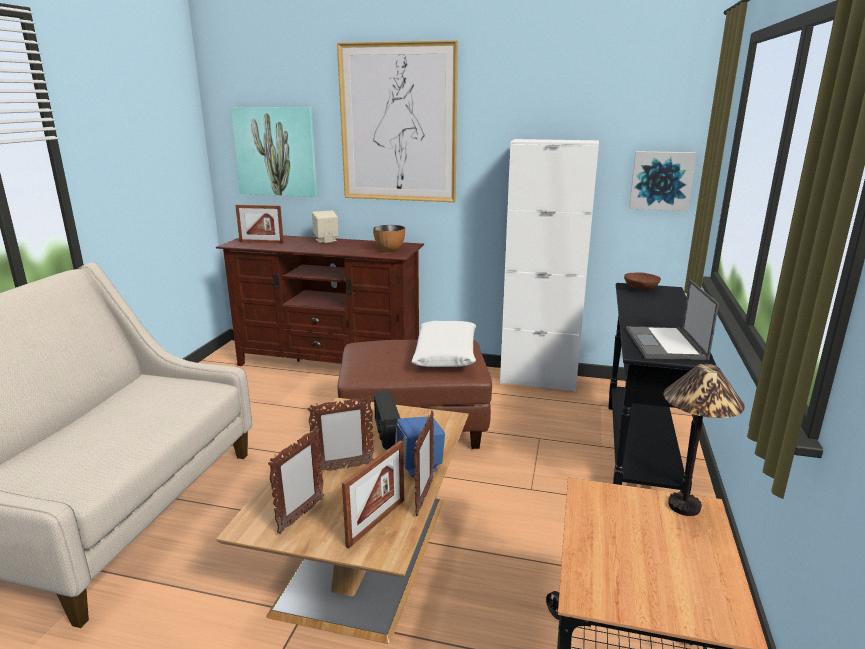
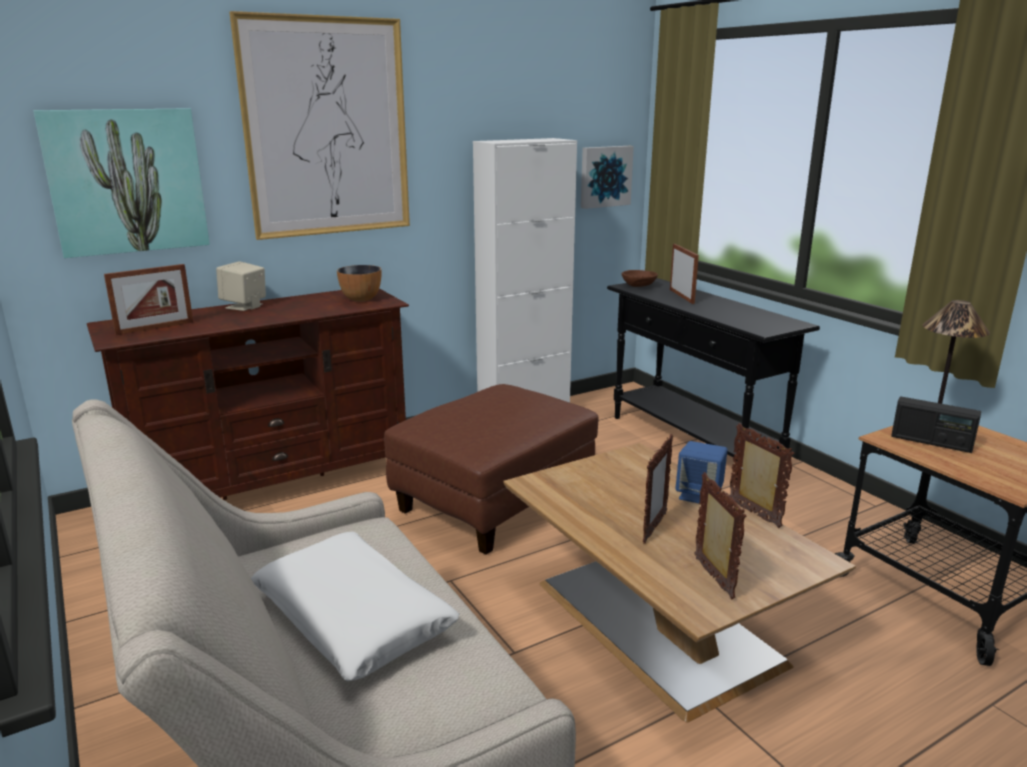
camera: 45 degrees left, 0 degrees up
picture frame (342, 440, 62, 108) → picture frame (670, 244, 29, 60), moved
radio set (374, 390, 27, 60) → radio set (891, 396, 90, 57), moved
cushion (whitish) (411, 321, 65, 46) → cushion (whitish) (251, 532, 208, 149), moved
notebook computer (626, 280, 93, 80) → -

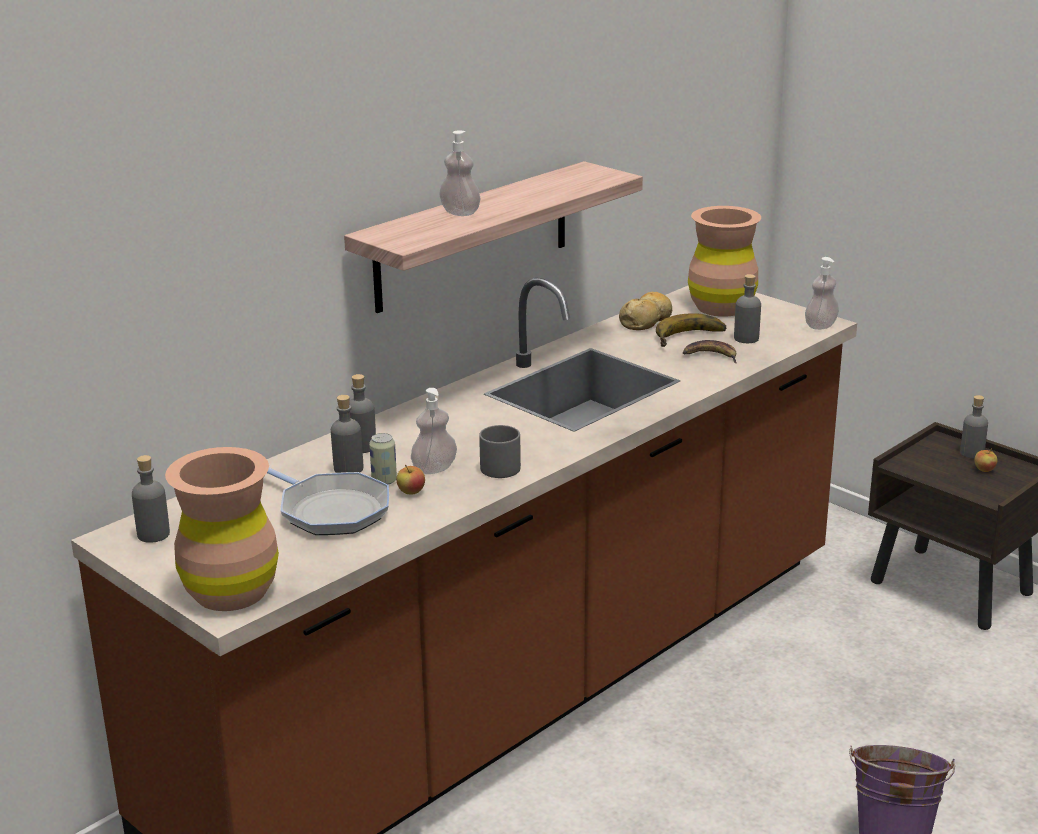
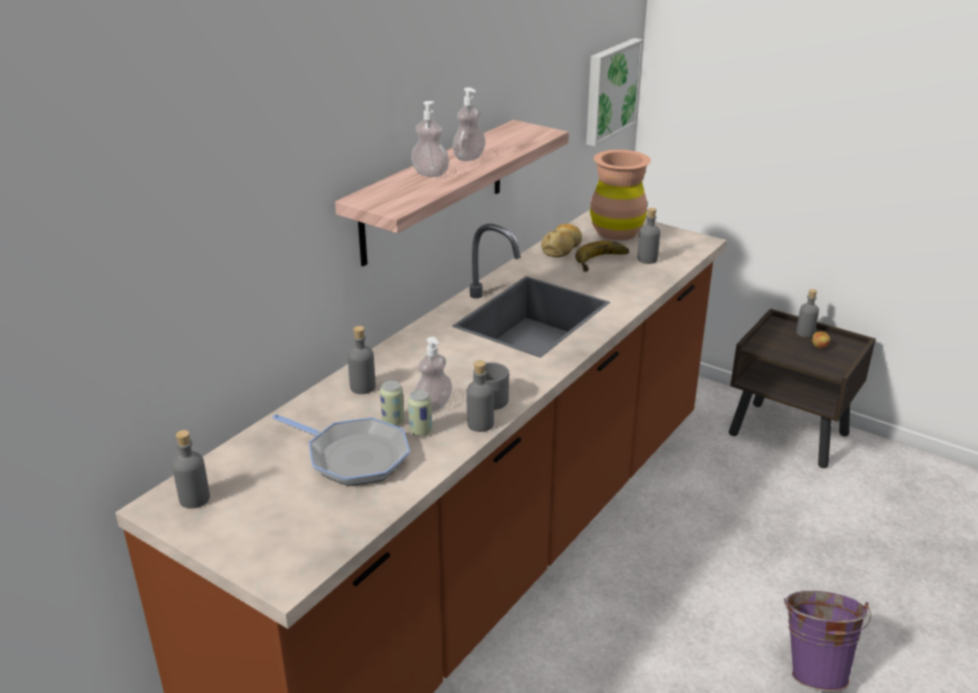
camera: 10 degrees left, 5 degrees up
flower vase (brownish) (165, 447, 114, 164) → -
bottle (greyish) (331, 395, 33, 78) → bottle (greyish) (466, 360, 28, 72), moved
whole apple (396, 465, 29, 29) → can (408, 390, 24, 46)
banana (683, 340, 54, 23) → -
liquid soap bottle (805, 257, 34, 73) → liquid soap bottle (453, 87, 33, 74), moved
- → wall art (586, 38, 57, 108)

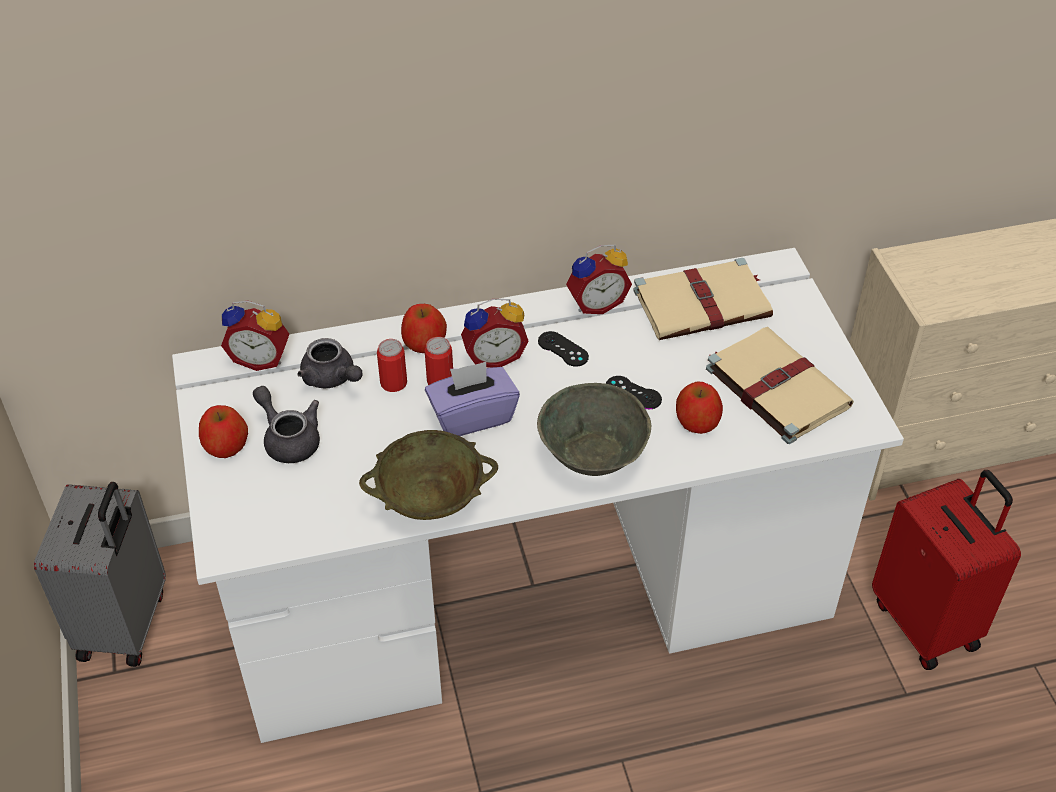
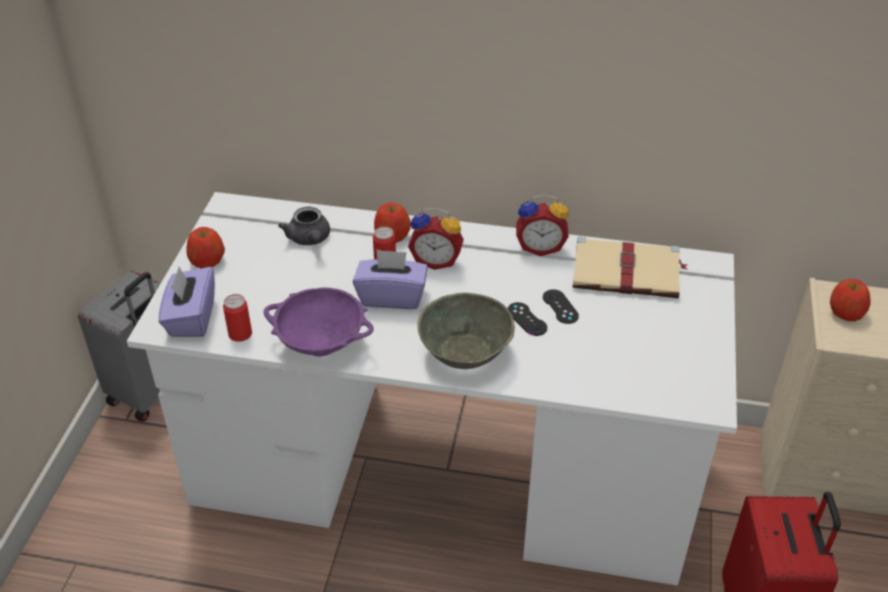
camera: 25 degrees right, 5 degrees down
bedside clock (221, 301, 68, 70) → -
teapot (greyish) (253, 386, 67, 77) → -
serving bowl (beige) (359, 430, 139, 90) → serving bowl (purple) (264, 287, 110, 69)
can (377, 339, 30, 53) → can (223, 294, 29, 48), moved
game controller (black) (538, 331, 51, 35) → game controller (black) (543, 289, 36, 35), moved
whole apple (676, 382, 47, 52) → whole apple (830, 279, 40, 42), moved
book (beige) (706, 327, 148, 117) → -
- → box of tissues (purple) (159, 267, 56, 70)

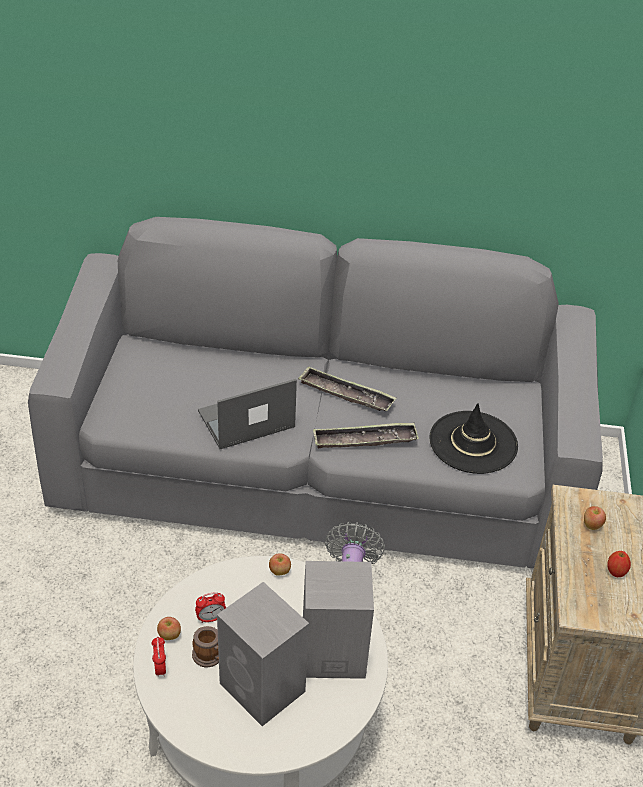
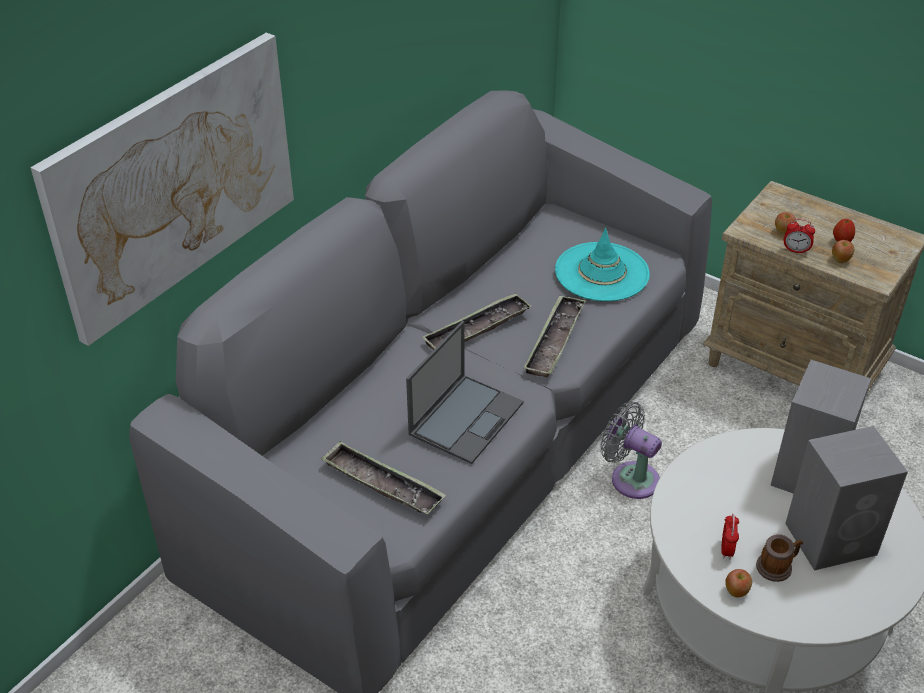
camera: 60 degrees left, 0 degrees up
bedside clock (151, 636, 15, 41) → bedside clock (784, 219, 31, 35), moved
notebook computer (198, 379, 99, 70) → notebook computer (406, 321, 118, 143), 150 degrees counterclockwise
whole apple (269, 553, 22, 23) → whole apple (832, 240, 22, 23), moved
hat (black) (429, 403, 89, 71) → hat (turquoise) (555, 228, 95, 73)
- → wall art (30, 33, 264, 313)
- → tray (321, 441, 125, 73)

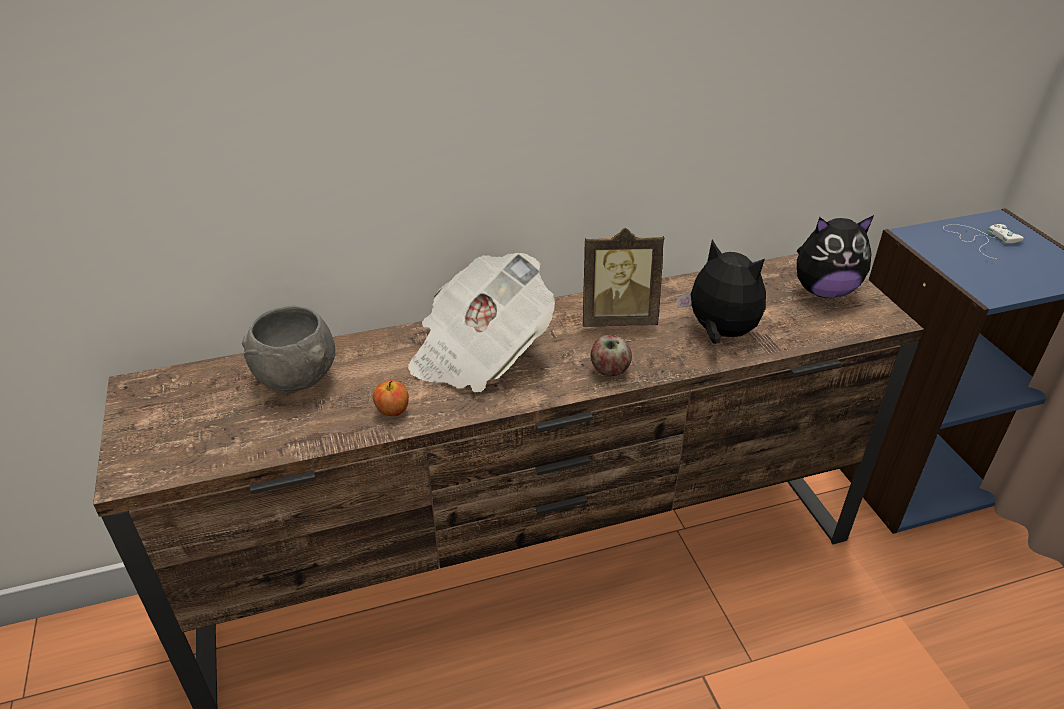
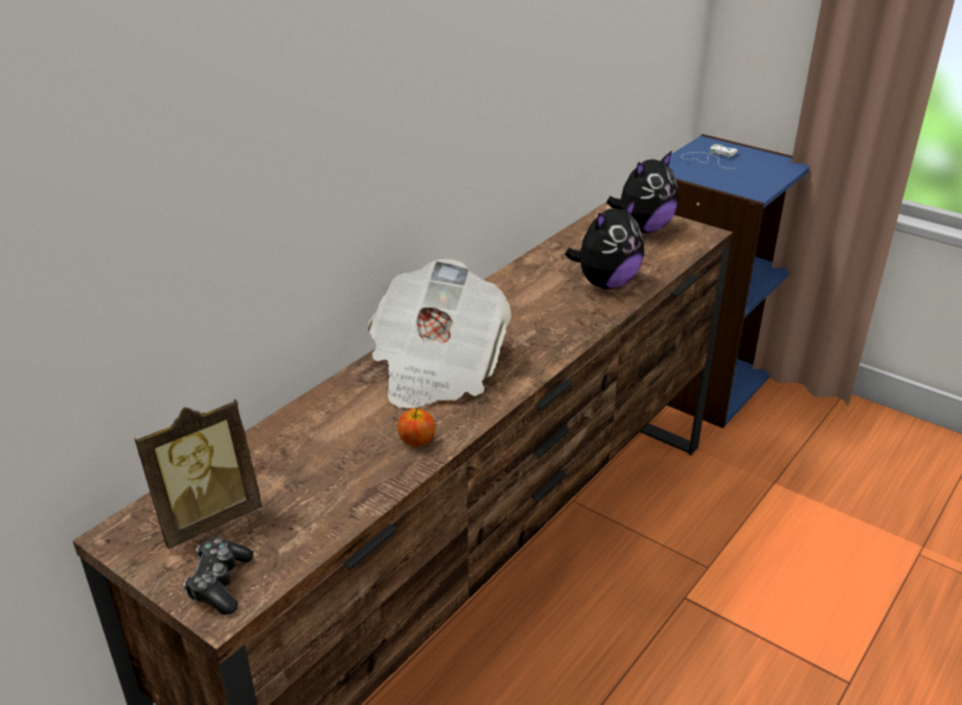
camera: 35 degrees left, 5 degrees down
serving bowl (greyish) (242, 306, 94, 86) → -
picture frame (583, 228, 81, 99) → picture frame (134, 399, 128, 150), moved
whole apple (590, 335, 42, 41) → -
cuddly toy (677, 239, 89, 105) → cuddly toy (565, 198, 79, 91), 135 degrees clockwise
- → game controller (183, 537, 70, 78)

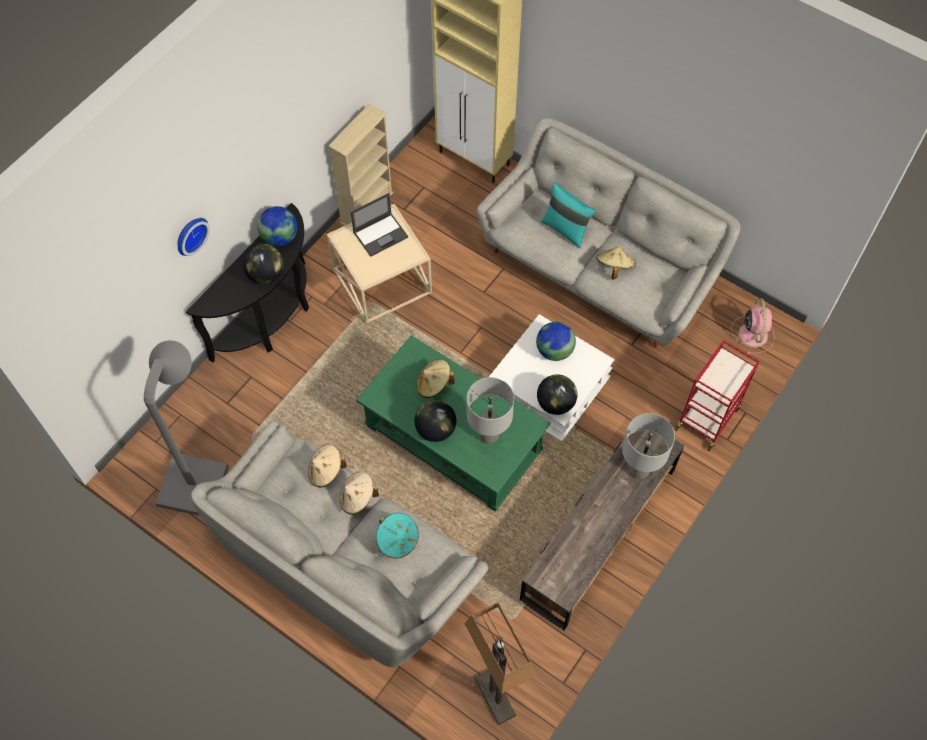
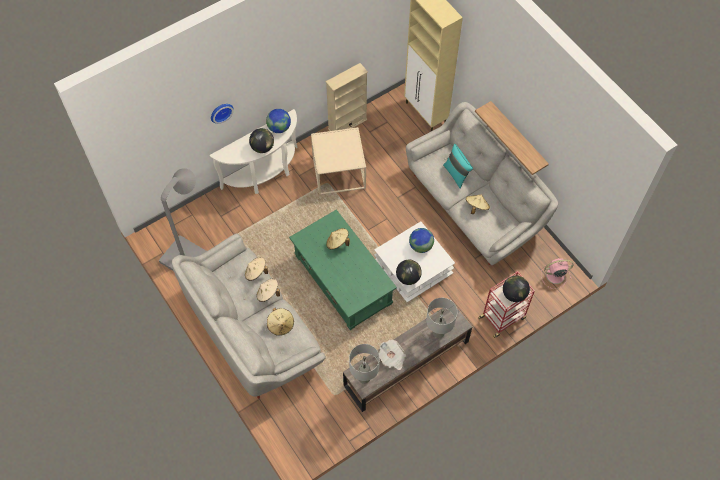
camera: 20 degrees right, 0 degrees up
hall table (black) (186, 203, 123, 159) → hall table (whitish) (210, 109, 88, 85)
notebook computer (351, 193, 57, 64) → -
hat (turquoise) (376, 513, 43, 46) → hat (beige) (267, 308, 27, 28)
desk globe (414, 400, 42, 42) → desk globe (503, 276, 27, 26), moved
floor lamp (464, 602, 72, 123) → -
tabletop lamp (greyish) (467, 377, 47, 67) → tabletop lamp (greyish) (349, 344, 31, 40), moved
cooling fan (pinkish) (731, 298, 44, 56) → cooling fan (pinkish) (541, 258, 32, 31), 120 degrees counterclockwise
- → daily paper (379, 340, 27, 30)
- → wall shelf (475, 101, 74, 74)

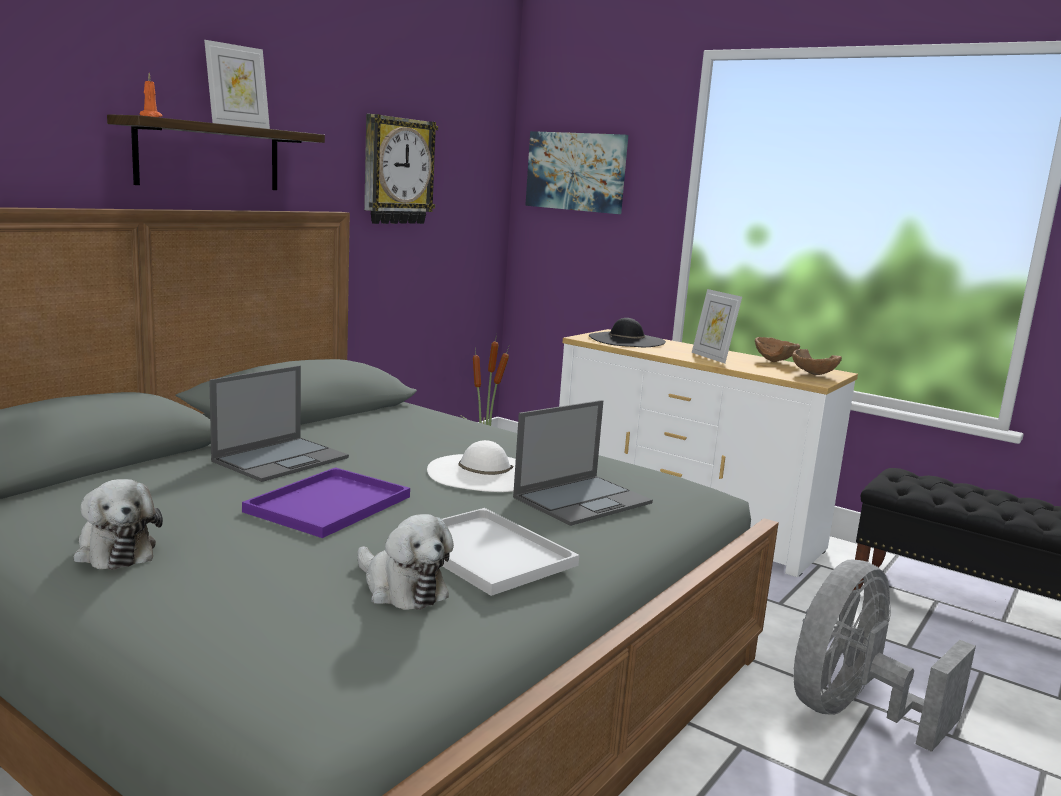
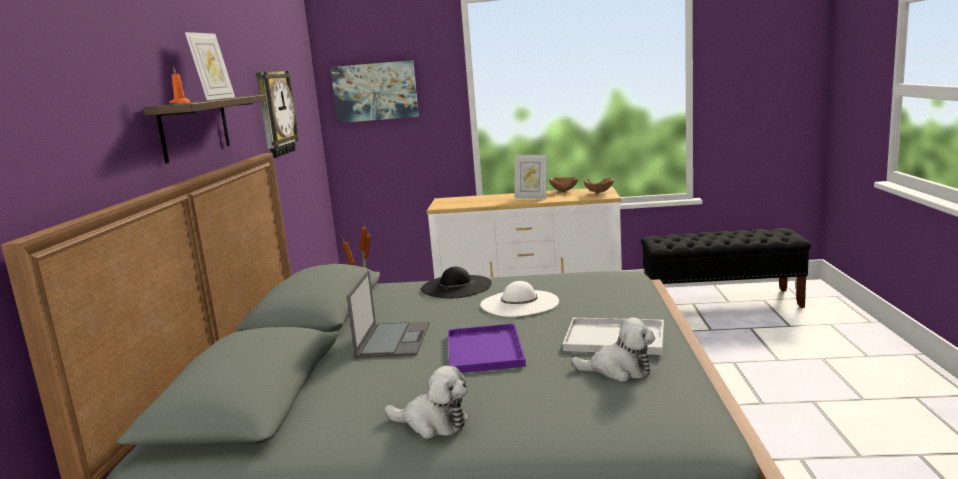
camera: 30 degrees left, 0 degrees up
notebook computer (513, 400, 140, 126) → -
hat (black) (589, 318, 77, 29) → hat (black) (421, 267, 71, 31), moved
cooling fan (greyish) (793, 560, 183, 192) → -

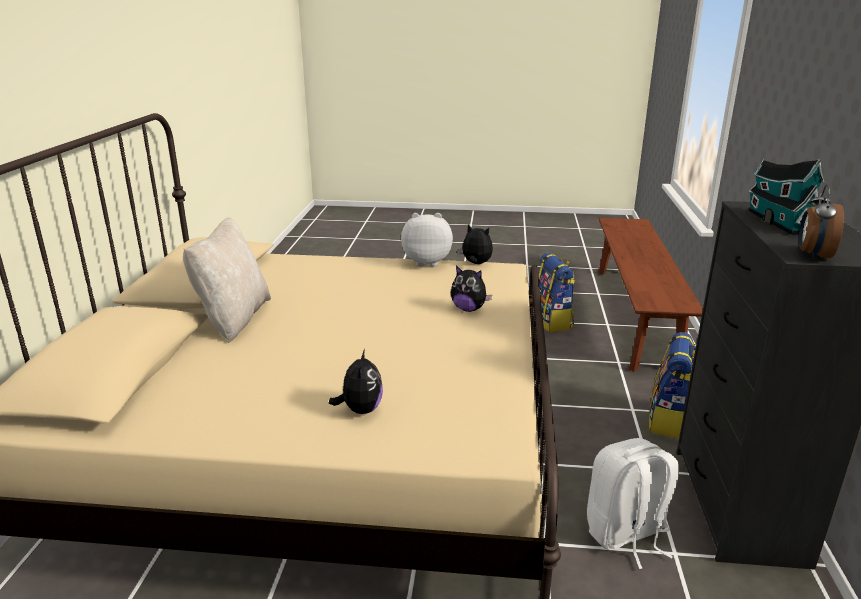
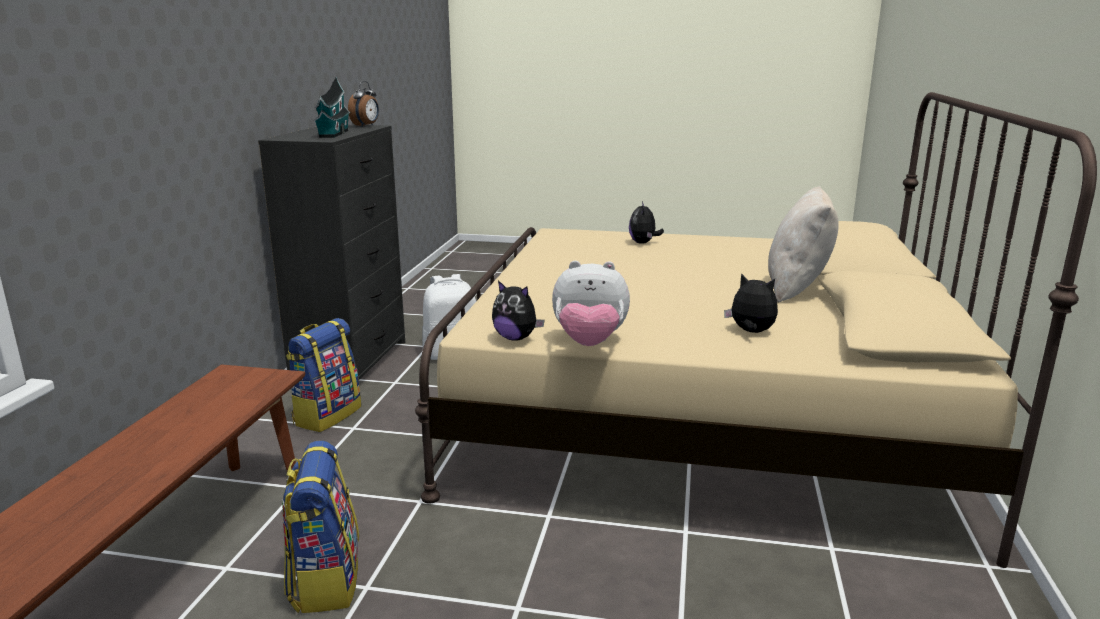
camera: 175 degrees left, 5 degrees down
cuddly toy (451, 266, 41, 46) → cuddly toy (724, 273, 54, 60), moved

